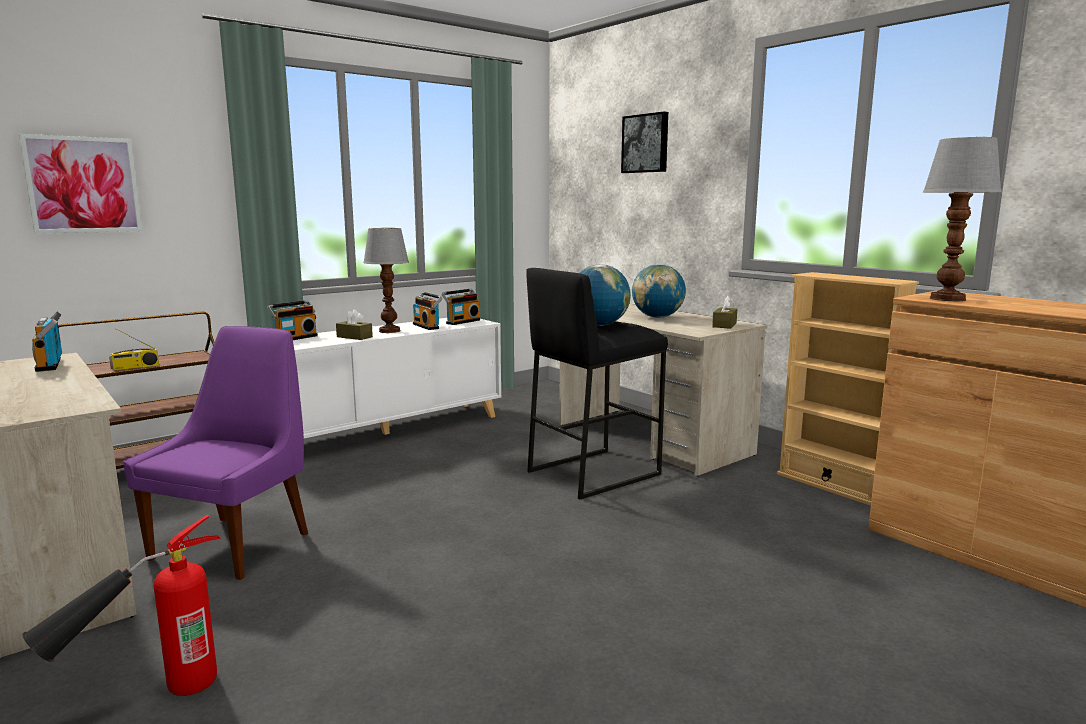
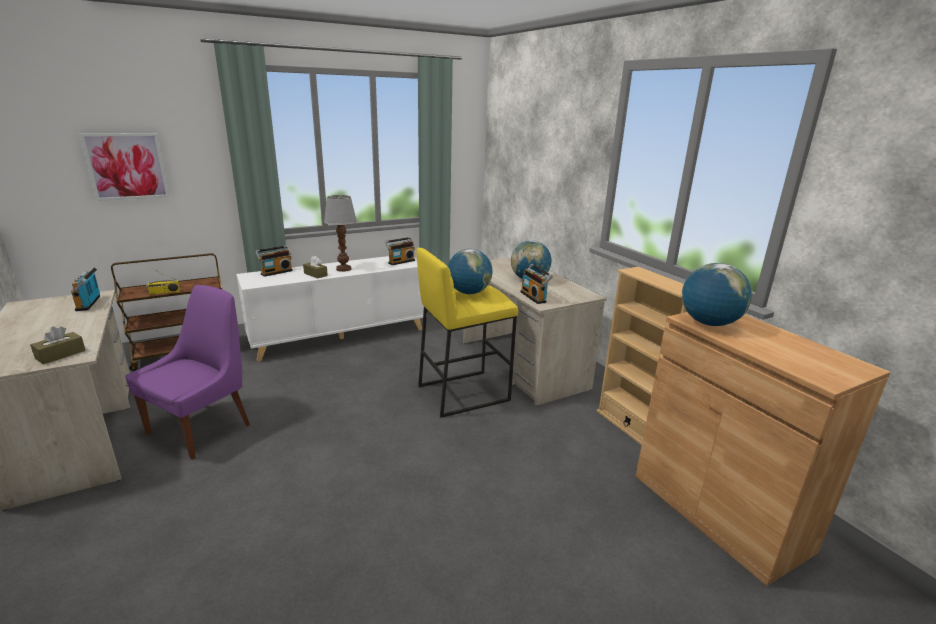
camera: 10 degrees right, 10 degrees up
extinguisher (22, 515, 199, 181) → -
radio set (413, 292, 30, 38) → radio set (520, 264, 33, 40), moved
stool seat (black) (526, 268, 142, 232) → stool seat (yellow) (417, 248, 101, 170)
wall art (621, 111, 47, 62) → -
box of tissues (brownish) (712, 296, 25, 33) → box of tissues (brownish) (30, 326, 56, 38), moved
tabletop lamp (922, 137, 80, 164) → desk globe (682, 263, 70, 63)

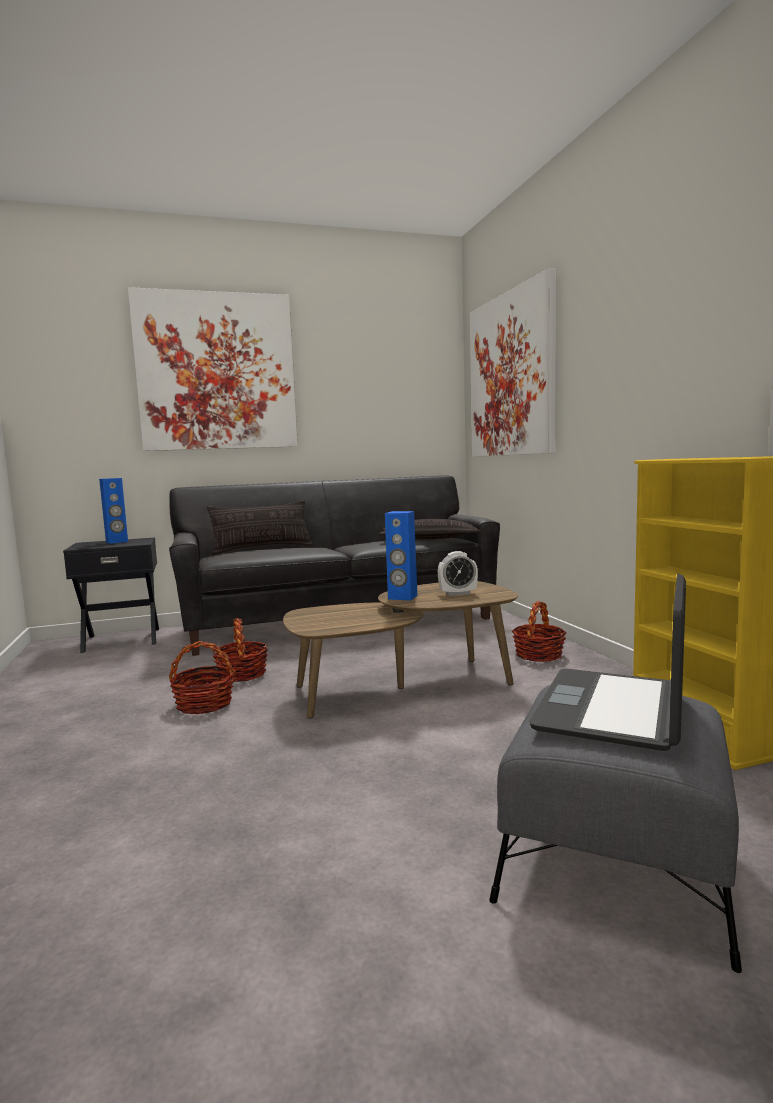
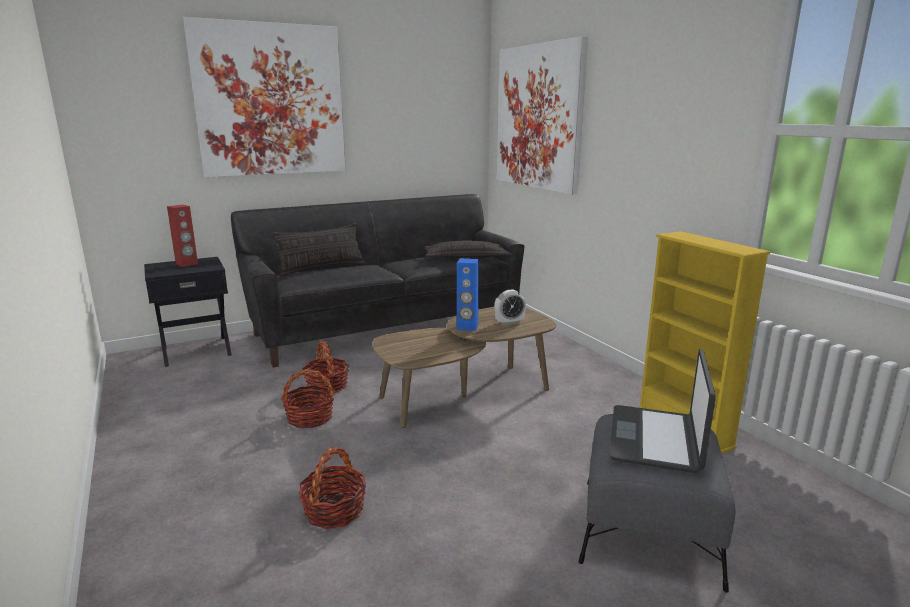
camera: 10 degrees left, 10 degrees up
speaker (bluish) (99, 478, 29, 66) → speaker (reddish) (167, 205, 31, 62)
storage basket (512, 601, 55, 61) → storage basket (299, 447, 67, 82), moved

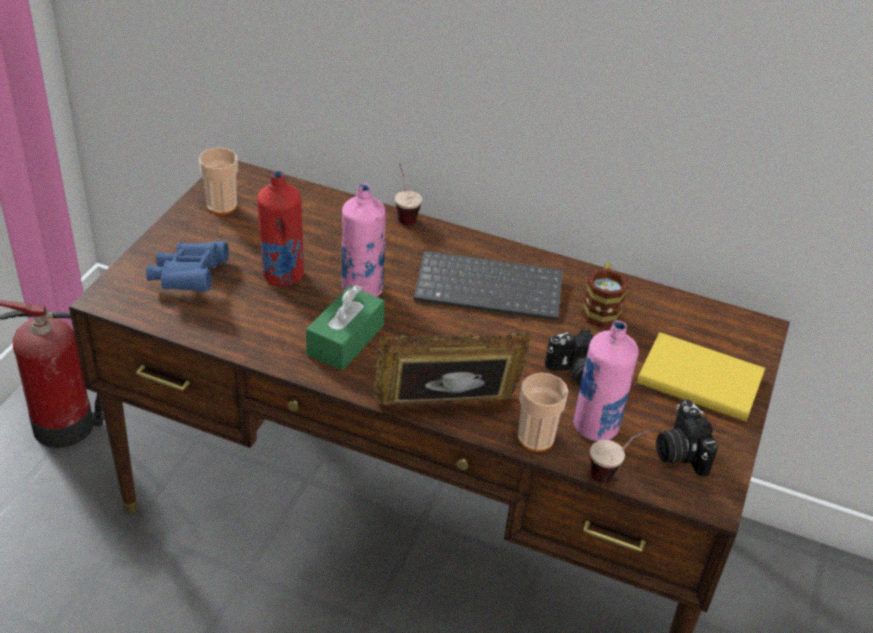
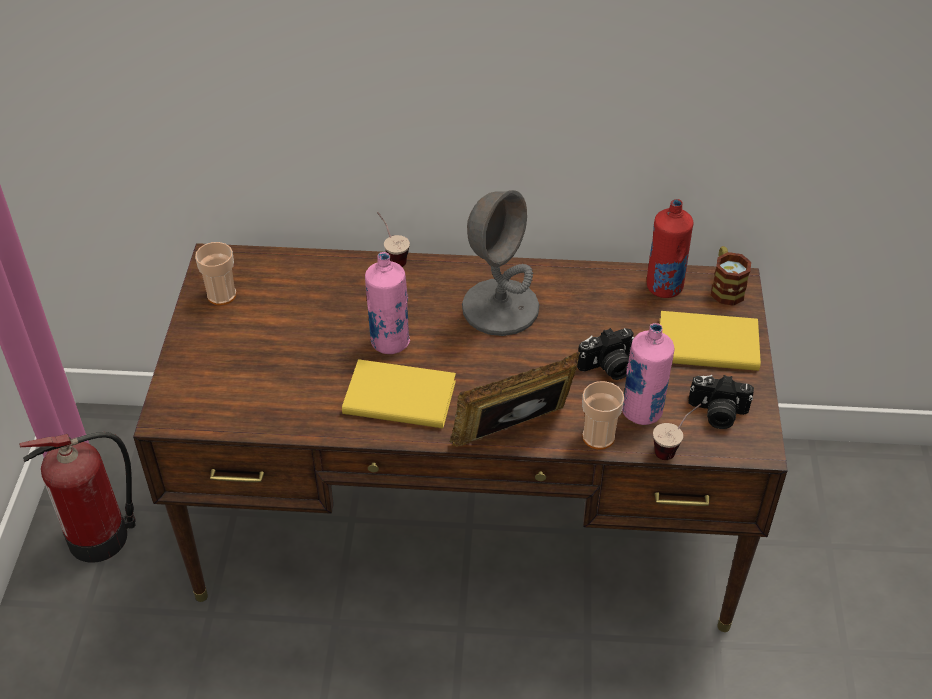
camera: 15 degrees left, 5 degrees up
binoculars (bluish) (146, 241, 83, 51) → -
bottle (reddish) (257, 171, 47, 116) → bottle (reddish) (647, 199, 46, 99), moved
box of tissues (green-coloured) (306, 285, 79, 86) → book (yellow) (342, 359, 114, 69)
computer keyboard (413, 251, 150, 70) → tabletop lamp (greyish) (462, 190, 77, 146)
tea mug (581, 263, 48, 65) → tea mug (711, 246, 40, 60), moved
still camera (656, 399, 62, 78) → still camera (688, 375, 66, 54), 45 degrees counterclockwise

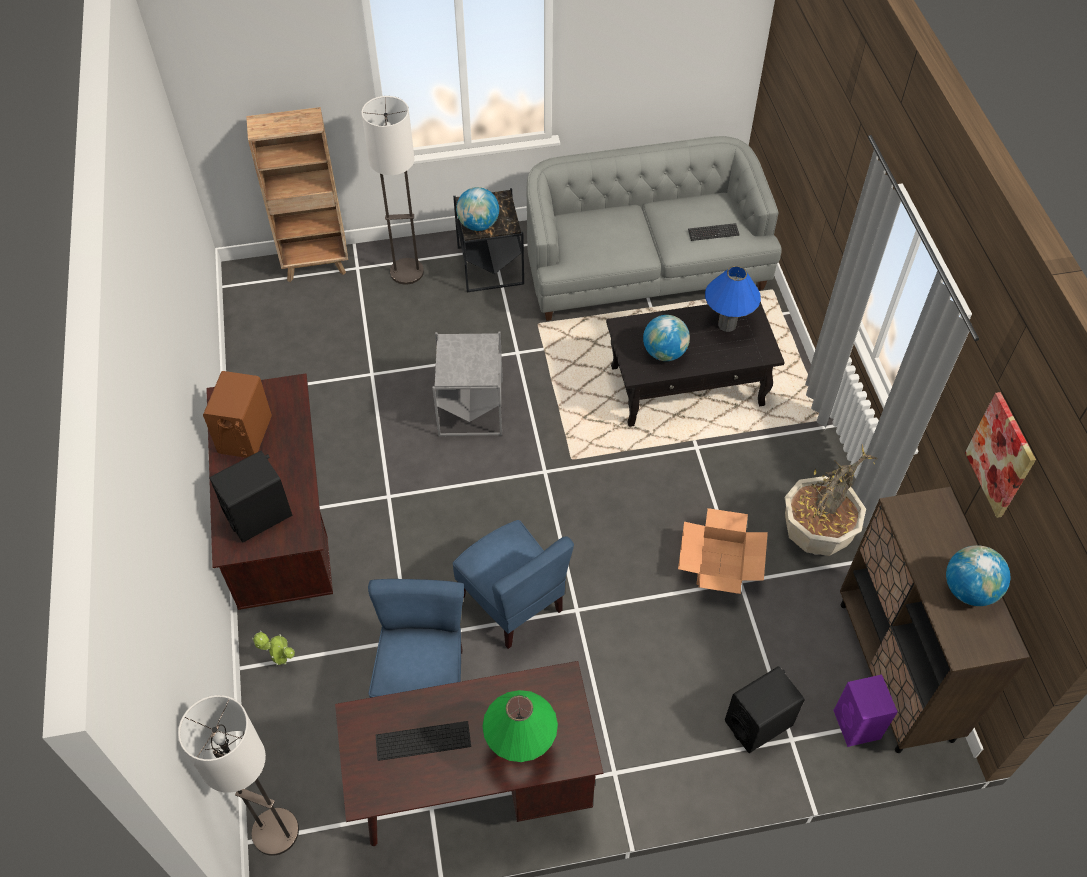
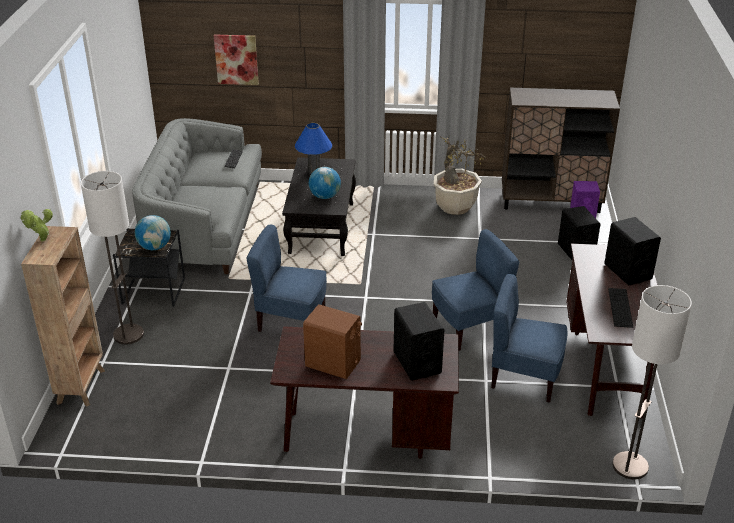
camera: 75 degrees left, 20 degrees down
plant in a pot (252, 631, 43, 34) → plant in a pot (21, 209, 32, 32), moved
end table (greyish) (432, 331, 71, 105) → upright chair (bluish) (246, 225, 81, 107)
tabletop lamp (green-coloured) (482, 690, 76, 72) → speaker (black) (604, 217, 57, 68)
carton (678, 508, 90, 86) → -
desk globe (946, 545, 64, 61) → -
wall art (965, 392, 71, 126) → wall art (214, 34, 45, 51), moved

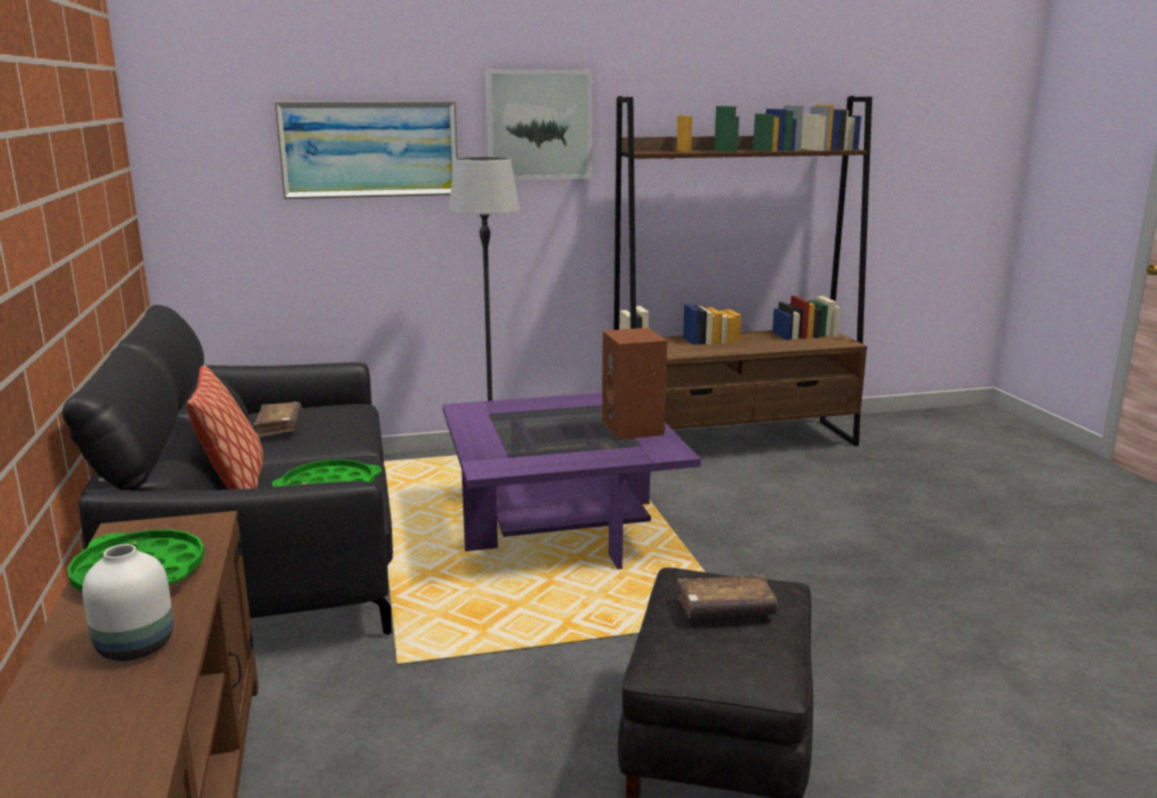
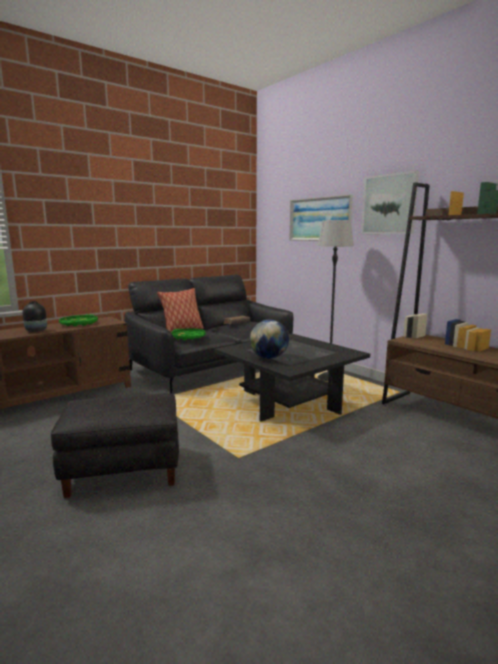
camera: 65 degrees right, 5 degrees down
flower vase (whitish) (82, 544, 92, 117) → flower vase (black) (22, 301, 25, 31)
coffee table (purple) (443, 393, 258, 176) → coffee table (black) (214, 333, 156, 89)
speaker (brownish) (602, 328, 65, 112) → -
book (brownish) (677, 574, 100, 45) → -
- → desk globe (250, 320, 39, 39)

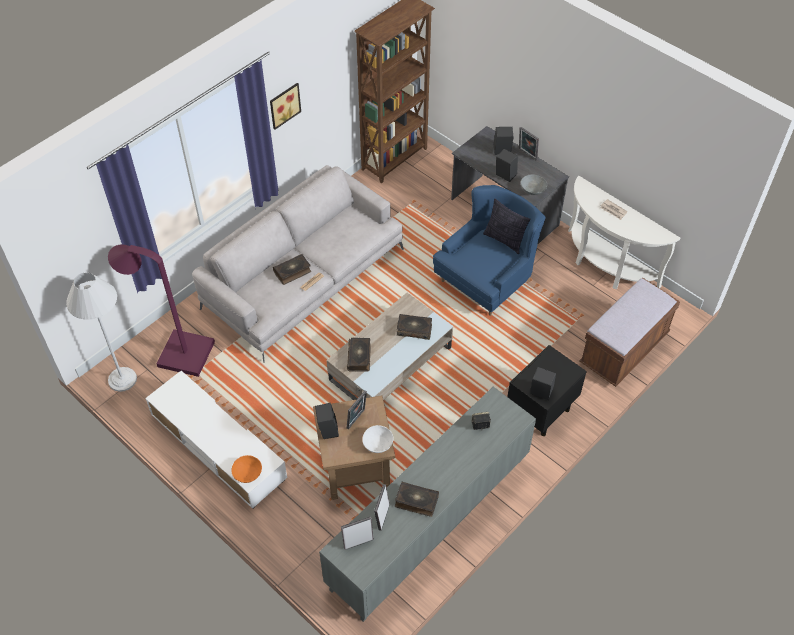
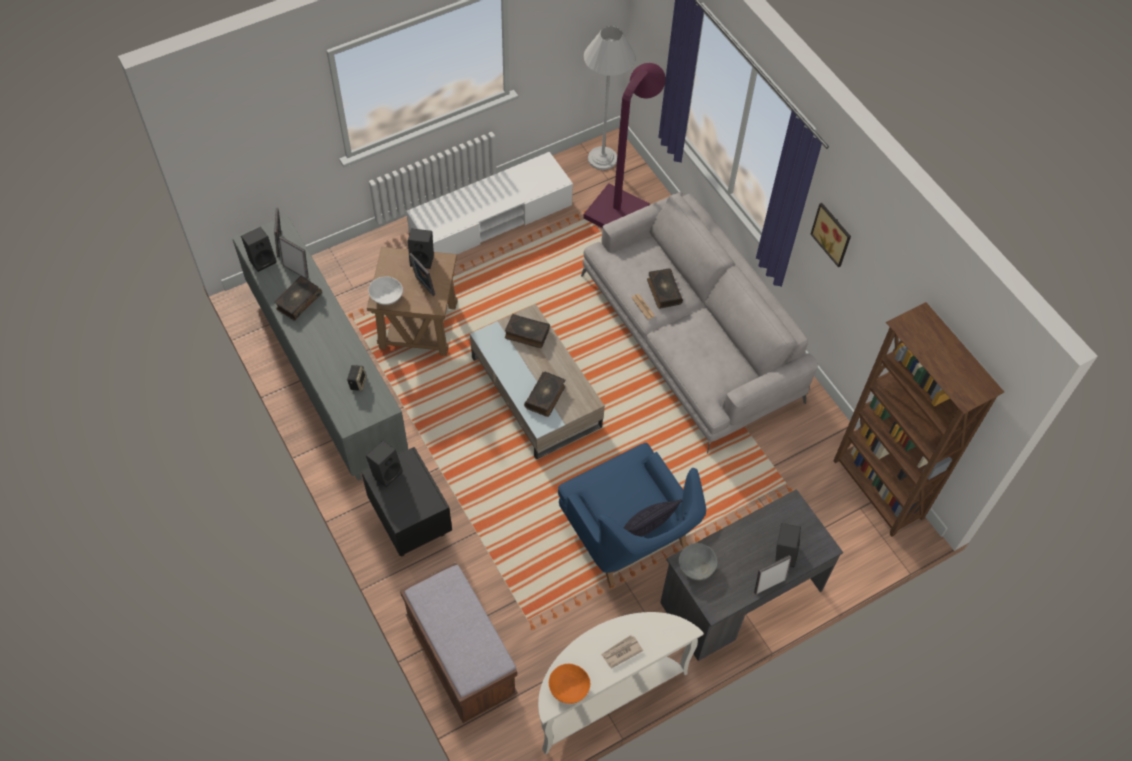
camera: 105 degrees right, 5 degrees up
serving bowl (orange) (231, 455, 31, 28) → serving bowl (orange) (549, 664, 41, 40), moved
speaker (black) (496, 149, 22, 33) → speaker (black) (241, 227, 35, 45), moved

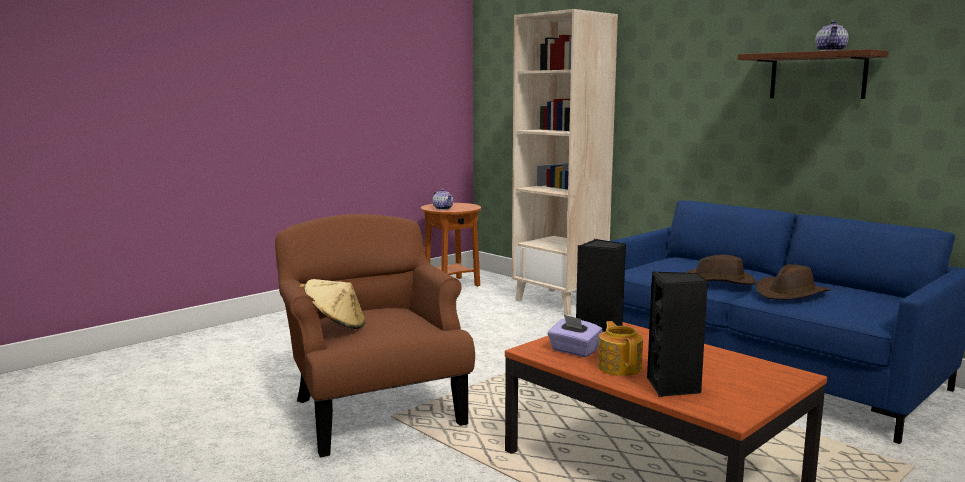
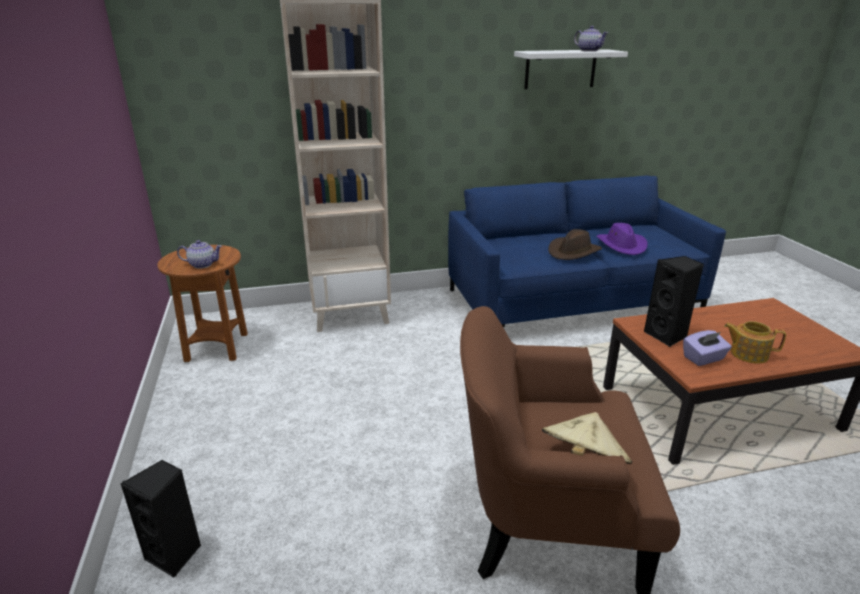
camera: 60 degrees left, 15 degrees up
speaker (black) (647, 271, 62, 126) → speaker (black) (121, 460, 80, 118), moved
wall shelf (brownish) (738, 49, 151, 50) → wall shelf (whitish) (514, 49, 114, 40)
hat (brownish) (756, 264, 75, 36) → hat (purple) (596, 223, 52, 32)

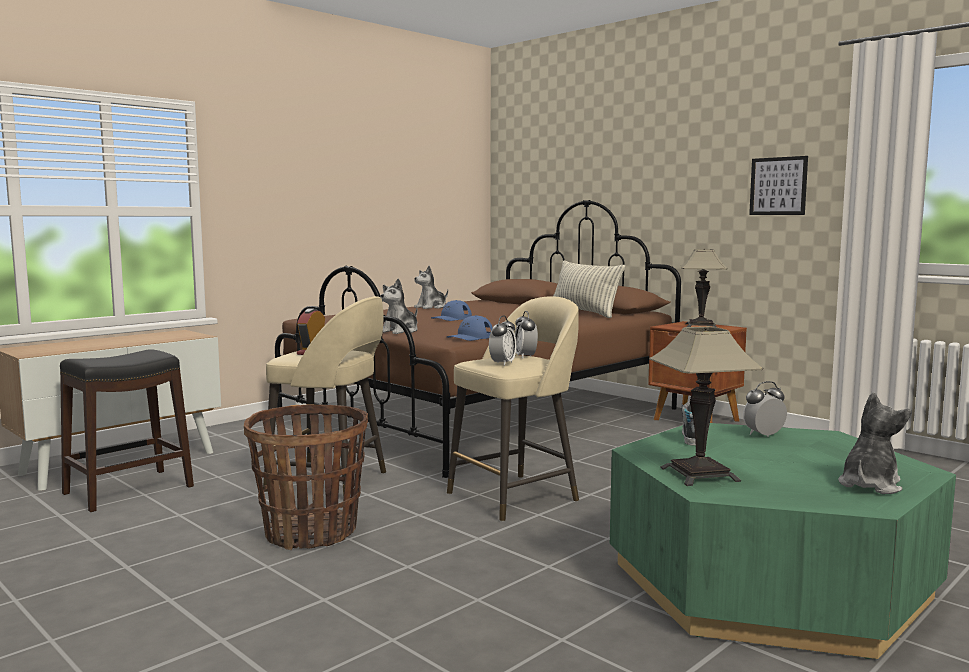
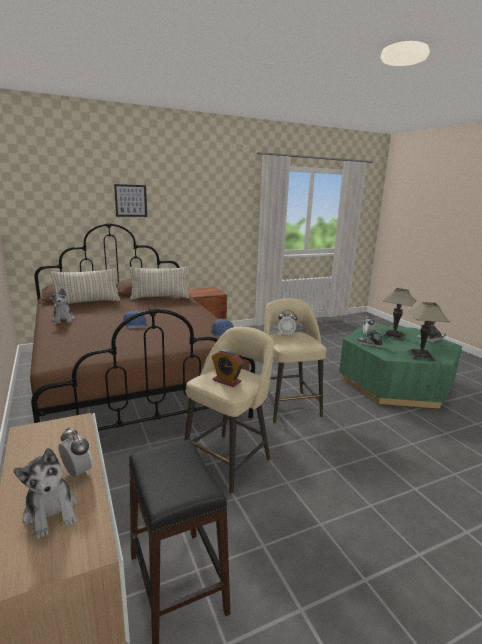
camera: 70 degrees left, 10 degrees up
storage basket (244, 405, 124, 145) → -
cuddly toy (381, 279, 37, 55) → cuddly toy (13, 448, 64, 91), moved
bedside clock (489, 315, 27, 51) → bedside clock (59, 427, 34, 50), moved
tabletop lamp (680, 249, 48, 78) → tabletop lamp (383, 288, 34, 53), moved
wall art (749, 156, 59, 59) → wall art (114, 184, 33, 33), moved
- → cushion (50, 268, 70, 39)

